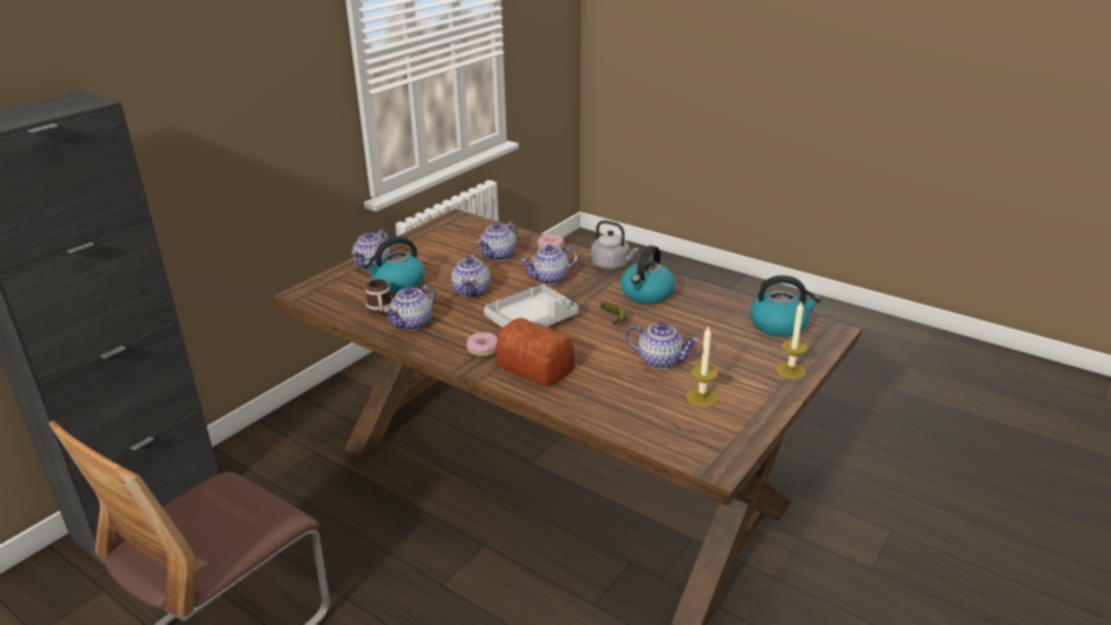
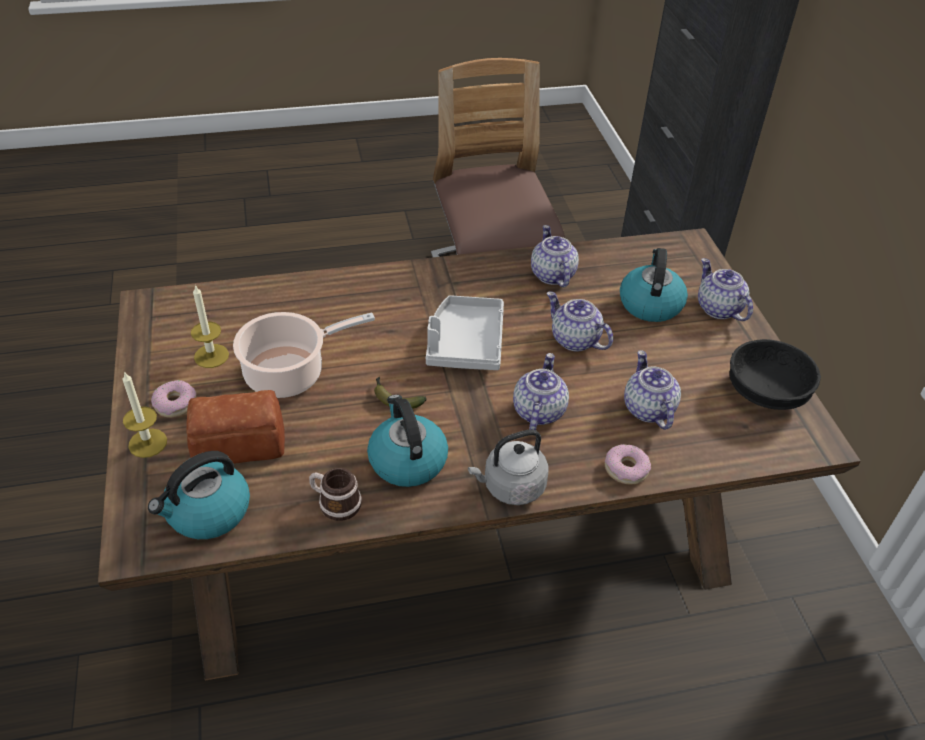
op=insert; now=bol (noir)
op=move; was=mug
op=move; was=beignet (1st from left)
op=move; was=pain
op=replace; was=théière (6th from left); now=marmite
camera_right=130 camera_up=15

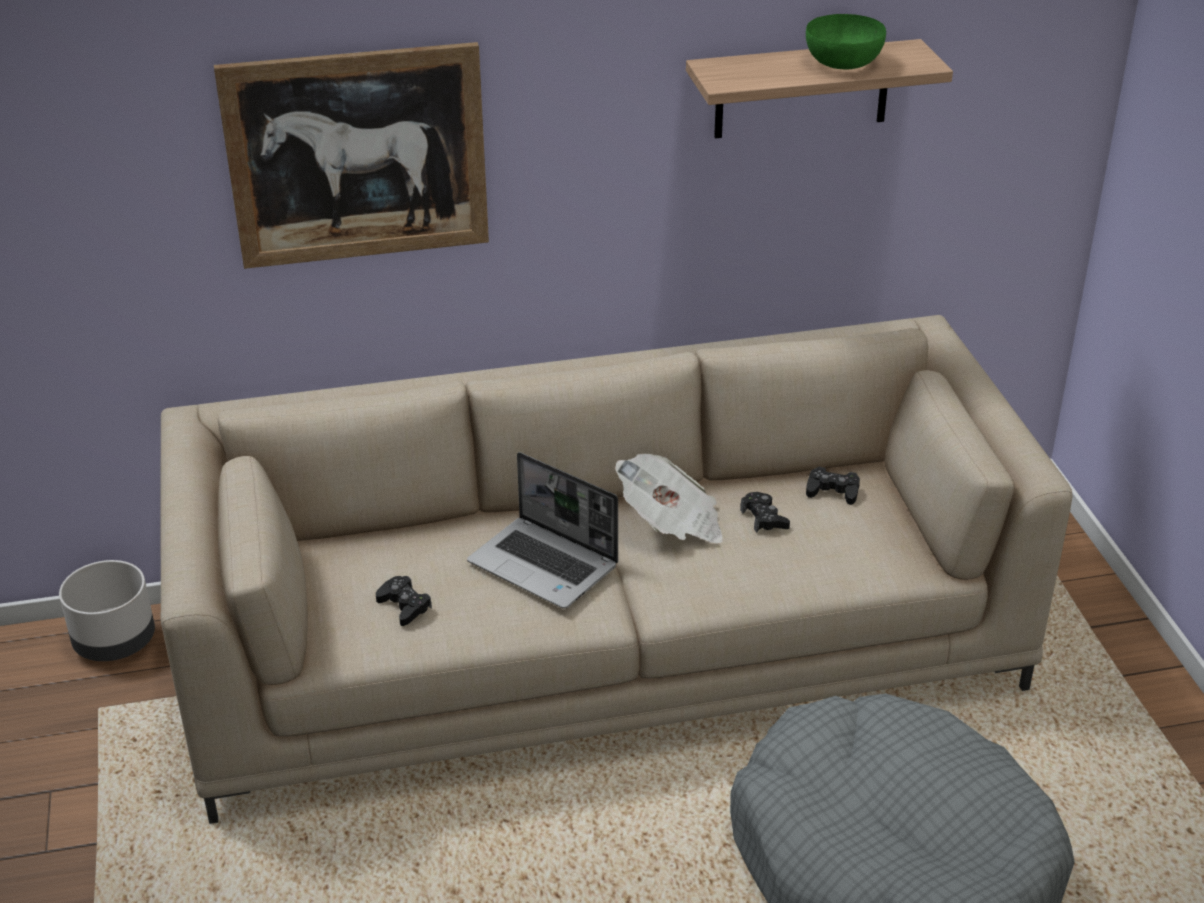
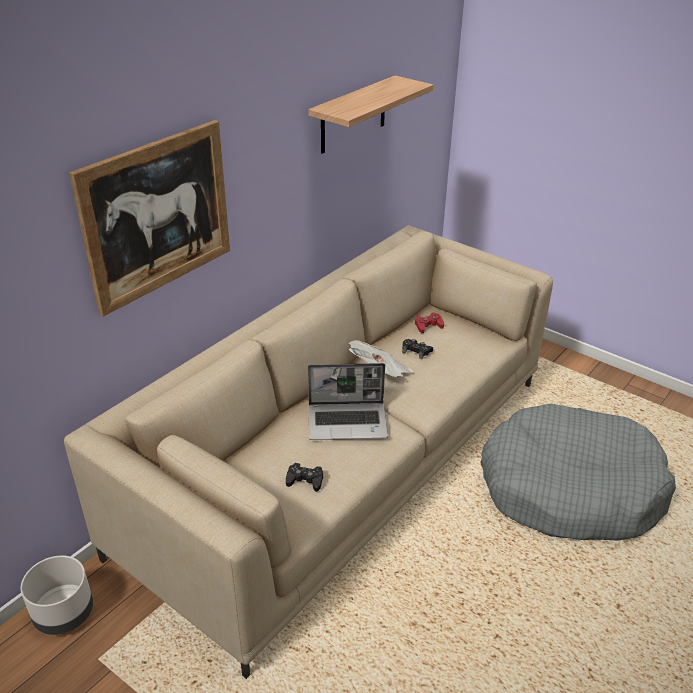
op=delete; was=bol (vert)
op=recolor; was=manette (noir) (3rd from left); now=manette (rouge)
camera_right=-40 camera_up=0

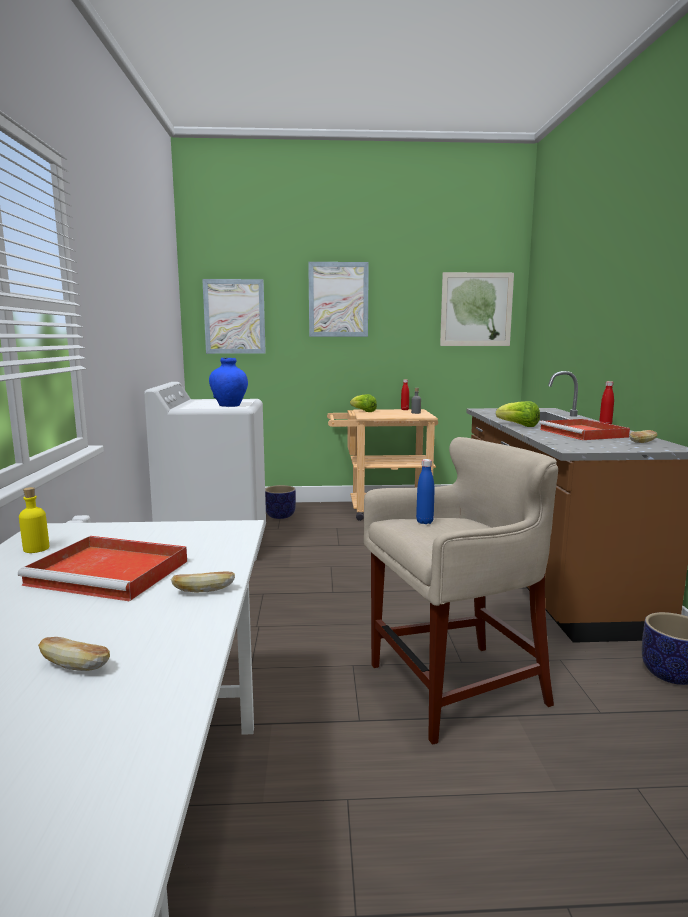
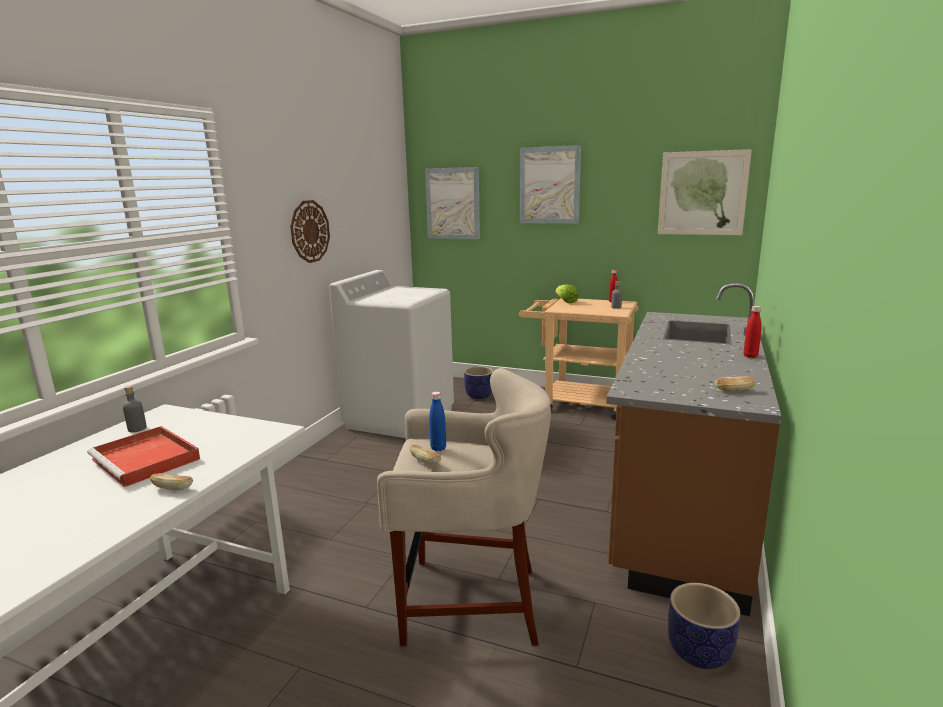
op=delete; was=vase (bleu)
op=delete; was=laitue (2nd from left)
op=delete; was=plateau (rouge) (2nd from left)
op=insert; now=horloge murale
op=move; was=pain (1st from left in the first image); now=pain (2nd from left)
op=recolor; was=bouteille (jaune); now=bouteille (gris) (1st from left)
camera_right=25 camera_up=5

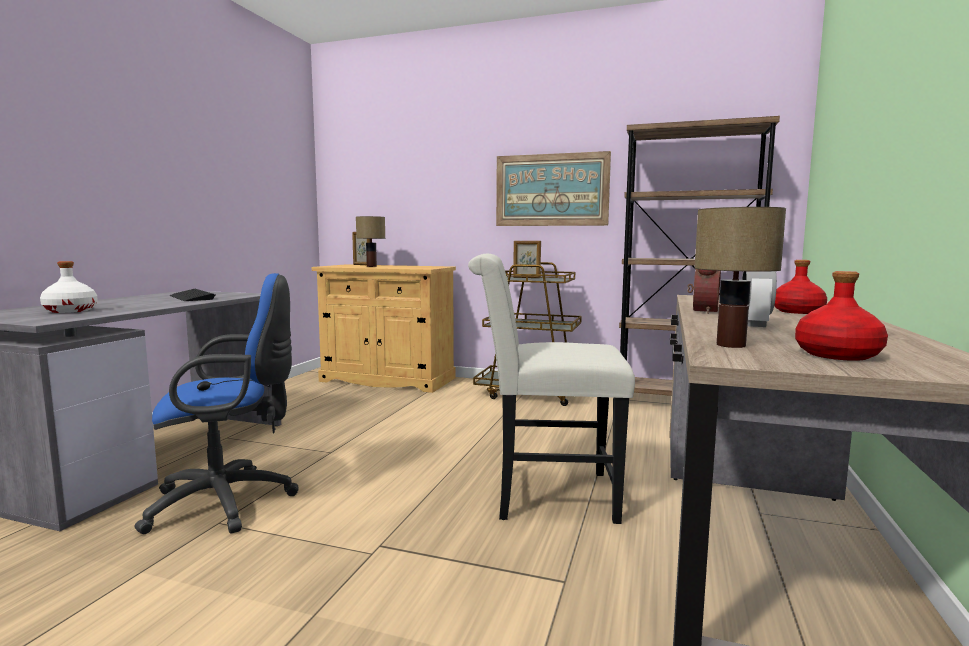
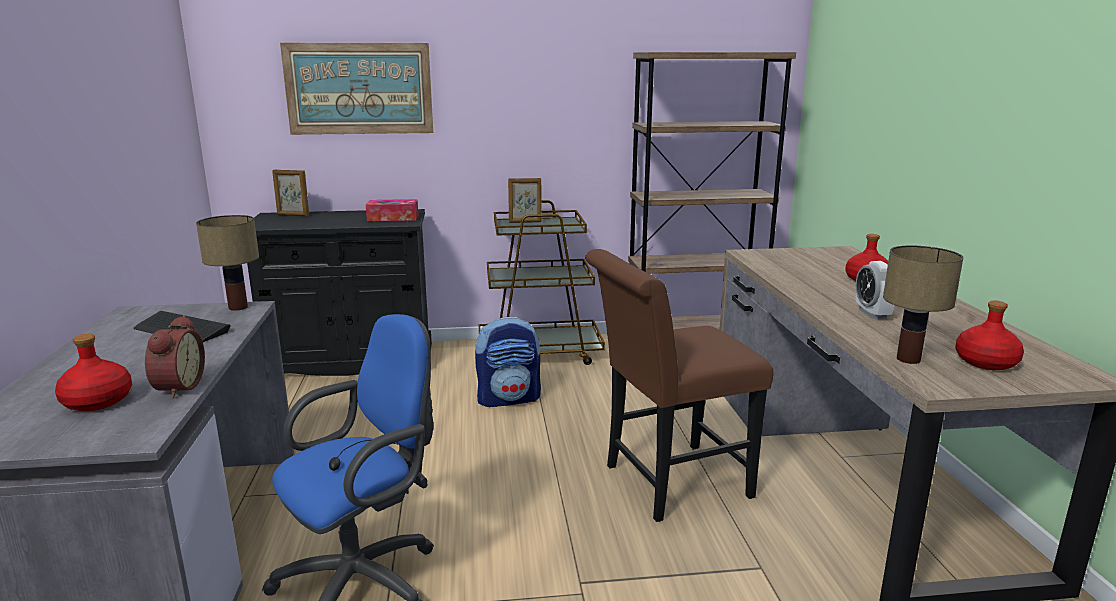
op=insert; now=boîte à mouchoirs
op=insert; now=sac à dos
op=move; was=lampe de table (1st from left)
op=move; was=tableau
op=move; was=réveil (1st from left)
op=recolor; was=bouteille (blanc); now=bouteille (rouge) (1st from left)
op=recolor; was=meuble de rangement (beige); now=meuble de rangement (noir)
op=recolor; was=chaise (blanc); now=chaise (marron)
camera_right=-25 camera_up=10

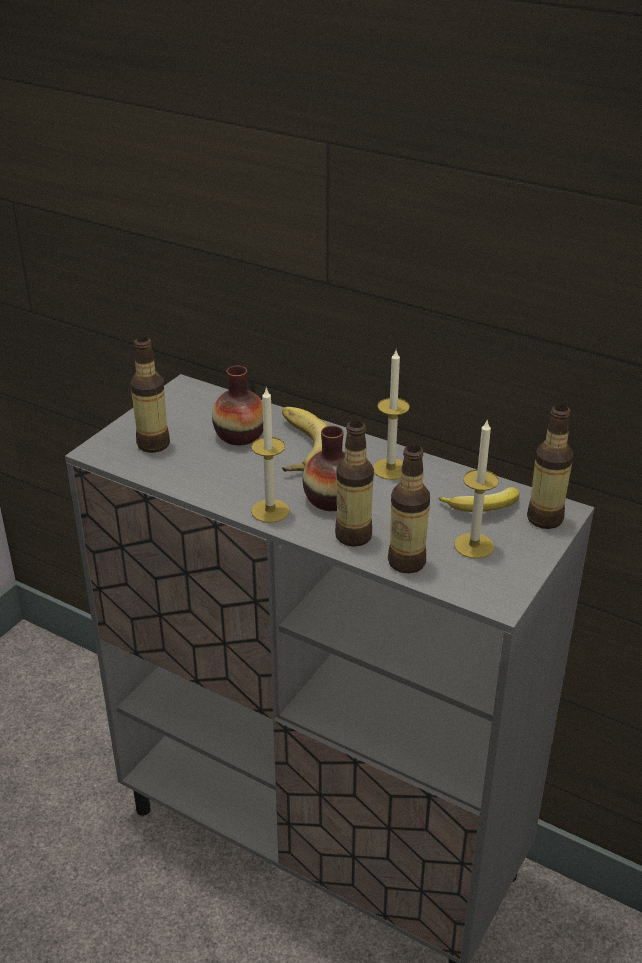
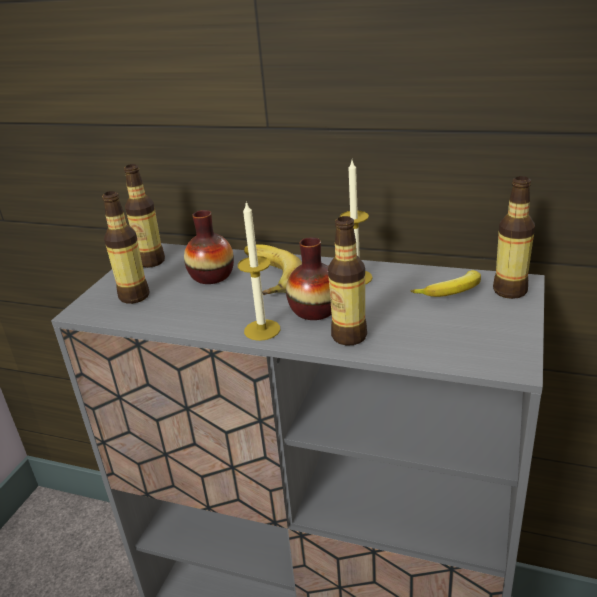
op=delete; was=bougie (3rd from left)
op=move; was=bouteille (3rd from left in the first image); now=bouteille (2nd from left)
camera_right=-10 camera_up=-5

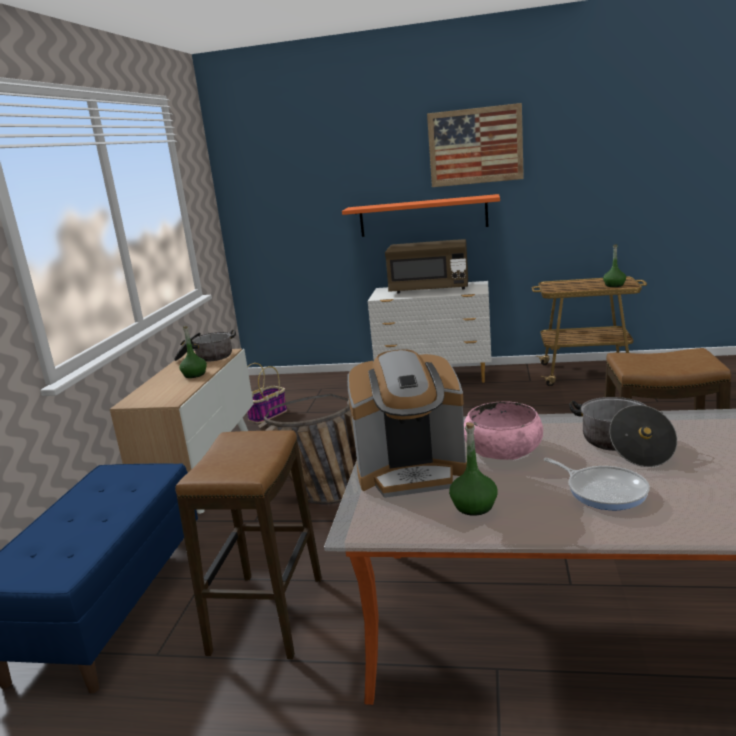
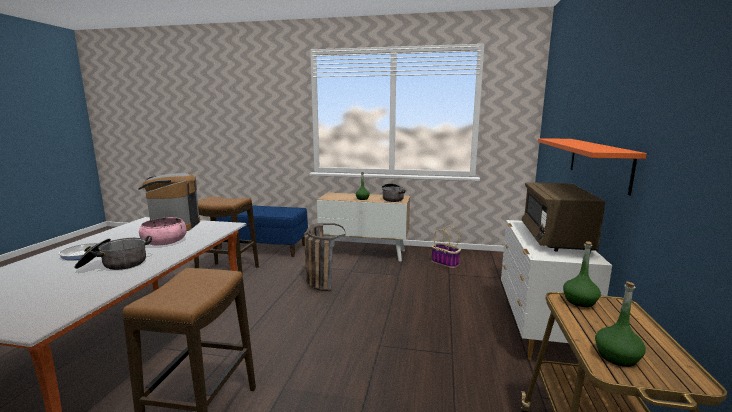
op=delete; was=tableau
op=move; was=bouteille (vert) (2nd from left)
camera_right=90 camera_up=-5

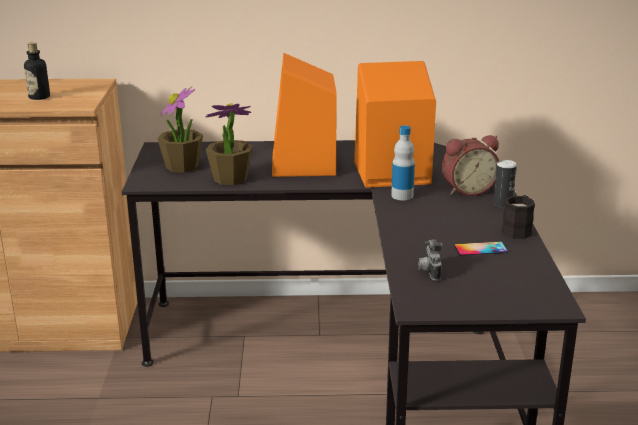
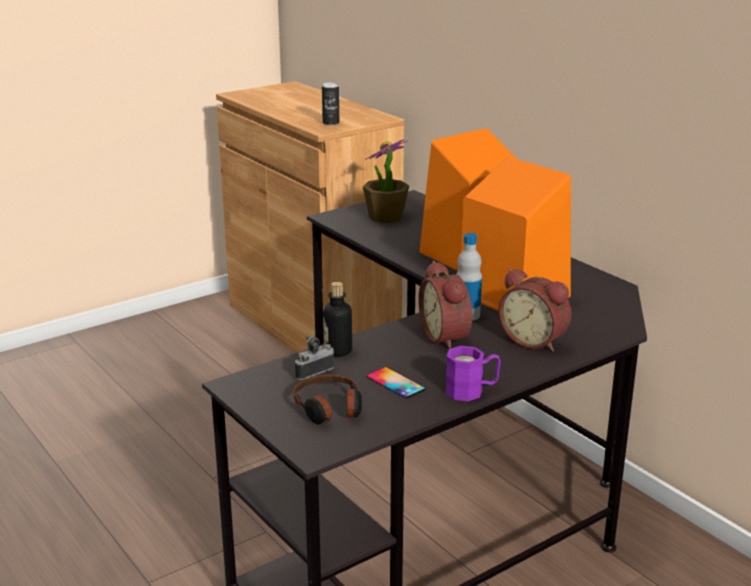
op=delete; was=plante en pot (2nd from left)
op=insert; now=casque audio
op=insert; now=réveil (1st from left)
op=move; was=bouteille (1st from left)
op=move; was=boîte métallique
op=recolor; was=mug (noir); now=mug (violet)
camera_right=55 camera_up=0

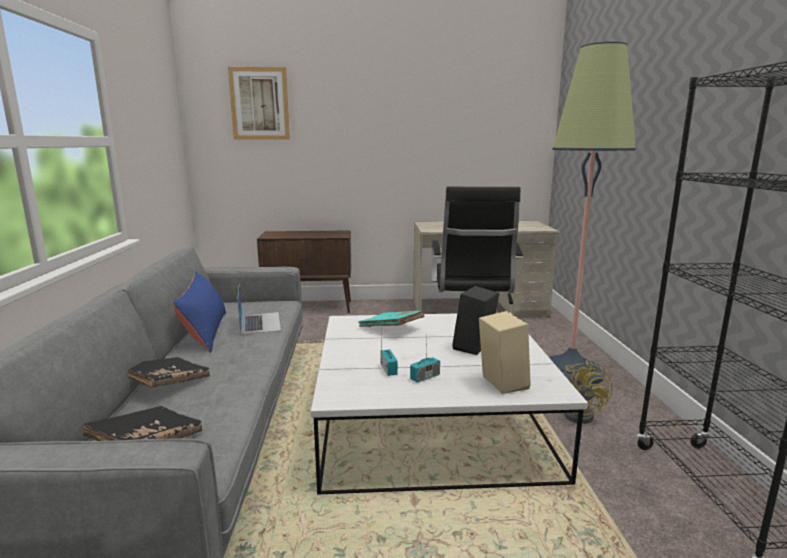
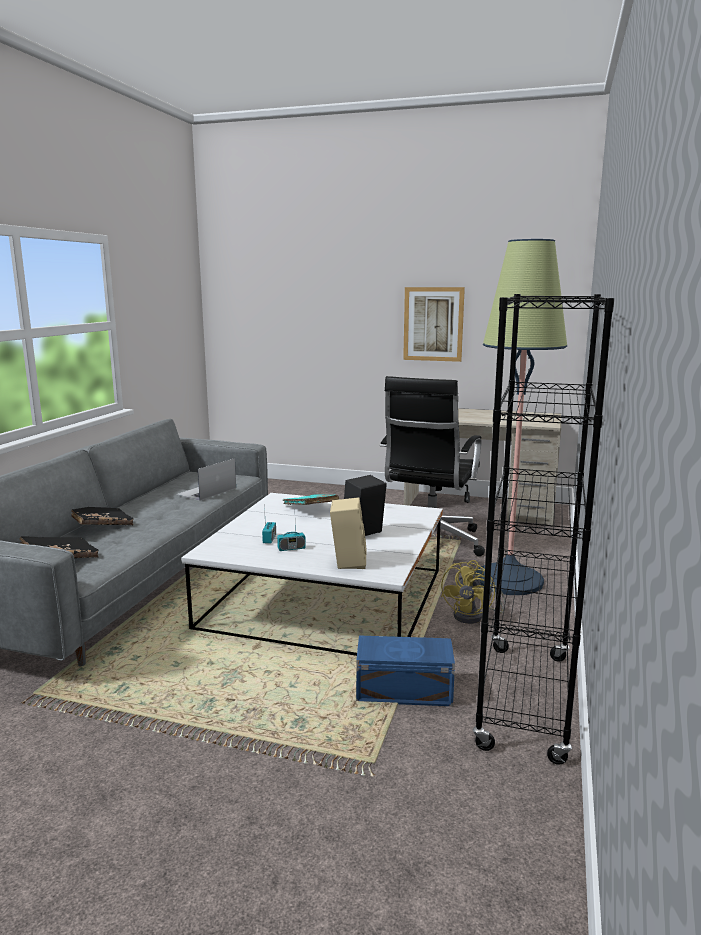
op=delete; was=coussin (bleu)
op=delete; was=meuble de rangement (marron)
op=insert; now=boîte de rangement (bleu)
op=move; was=tableau
op=rotate; was=ordinateur portable; clockwise=-150
camera_right=20 camera_up=0

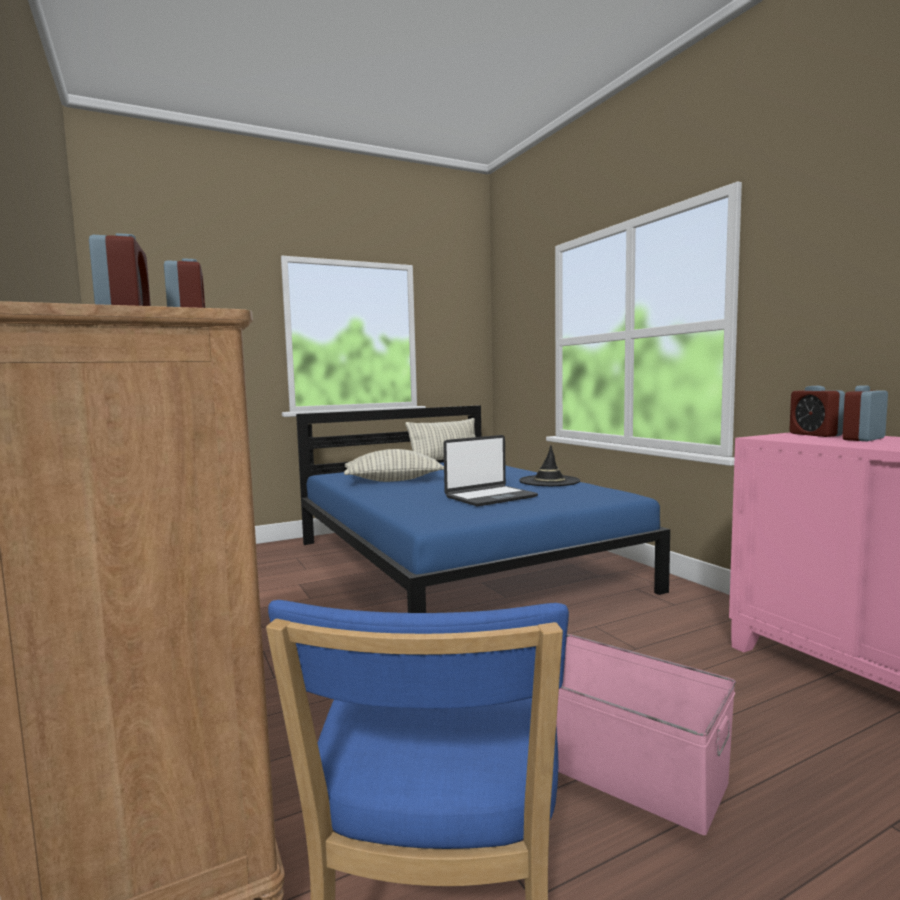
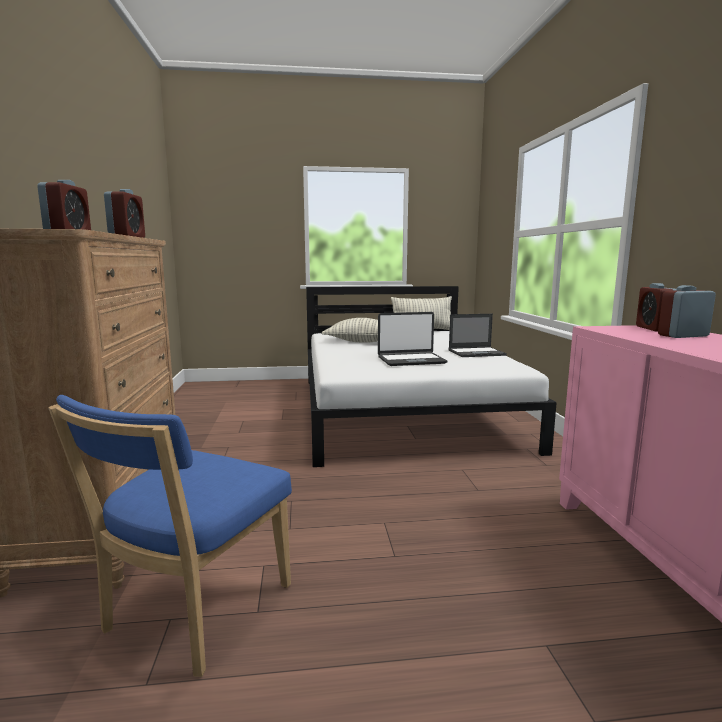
op=delete; was=boîte de rangement (rose)
op=replace; was=chapeau (noir); now=ordinateur portable (2nd from left)
op=recolor; was=lit (bleu); now=lit (blanc)
camera_right=20 camera_up=5

